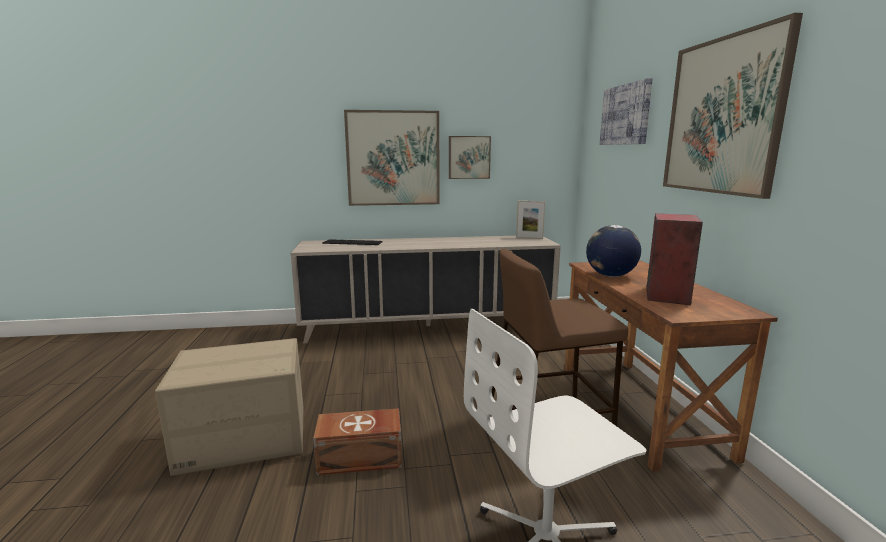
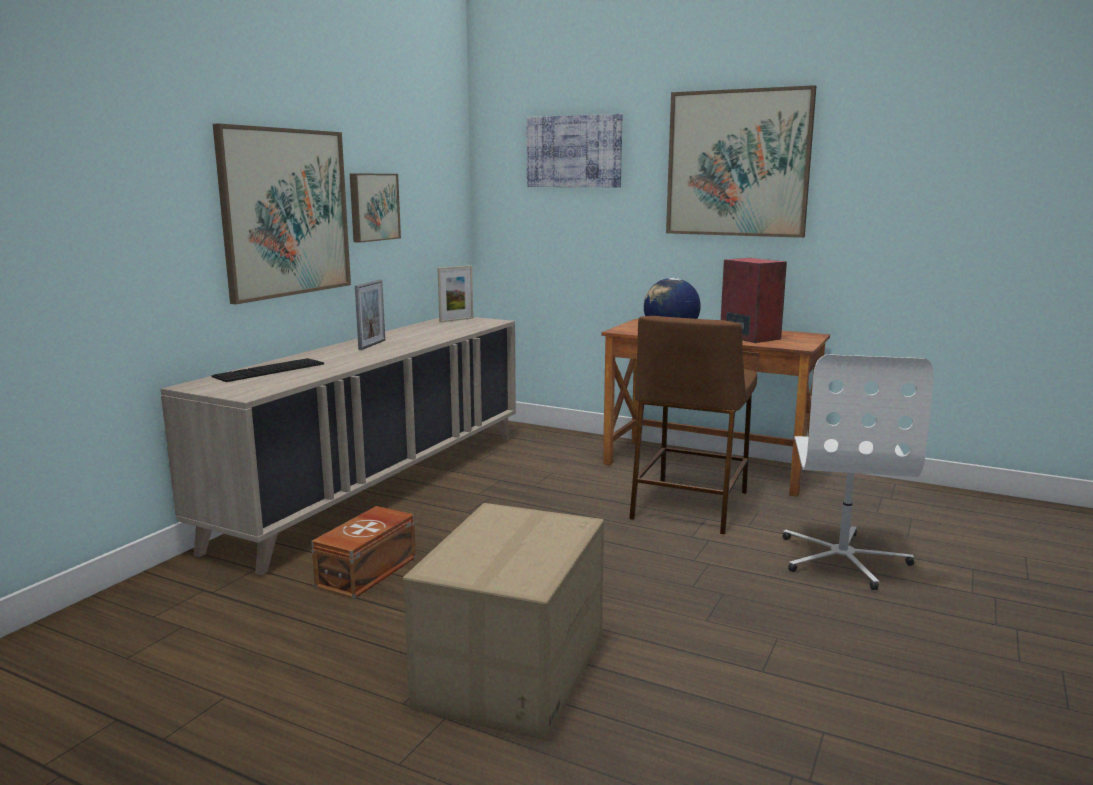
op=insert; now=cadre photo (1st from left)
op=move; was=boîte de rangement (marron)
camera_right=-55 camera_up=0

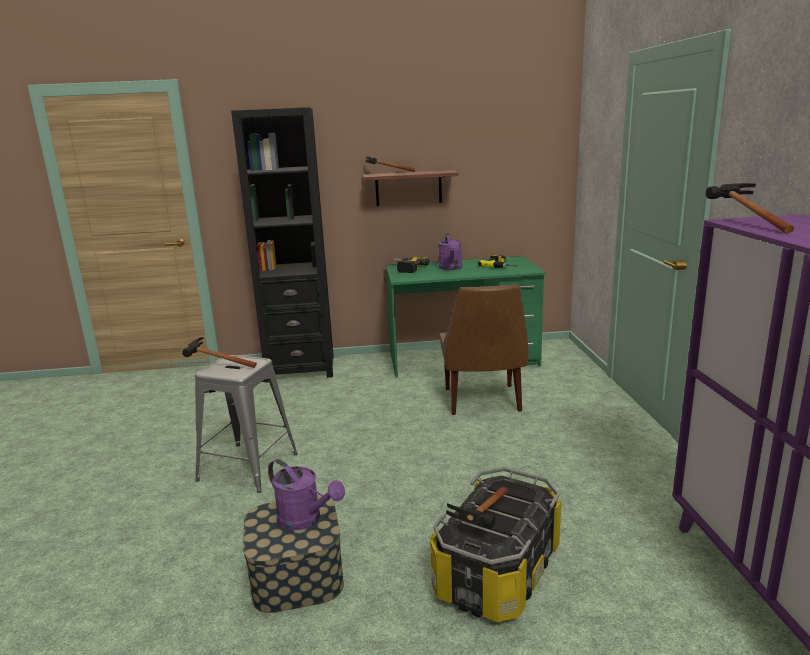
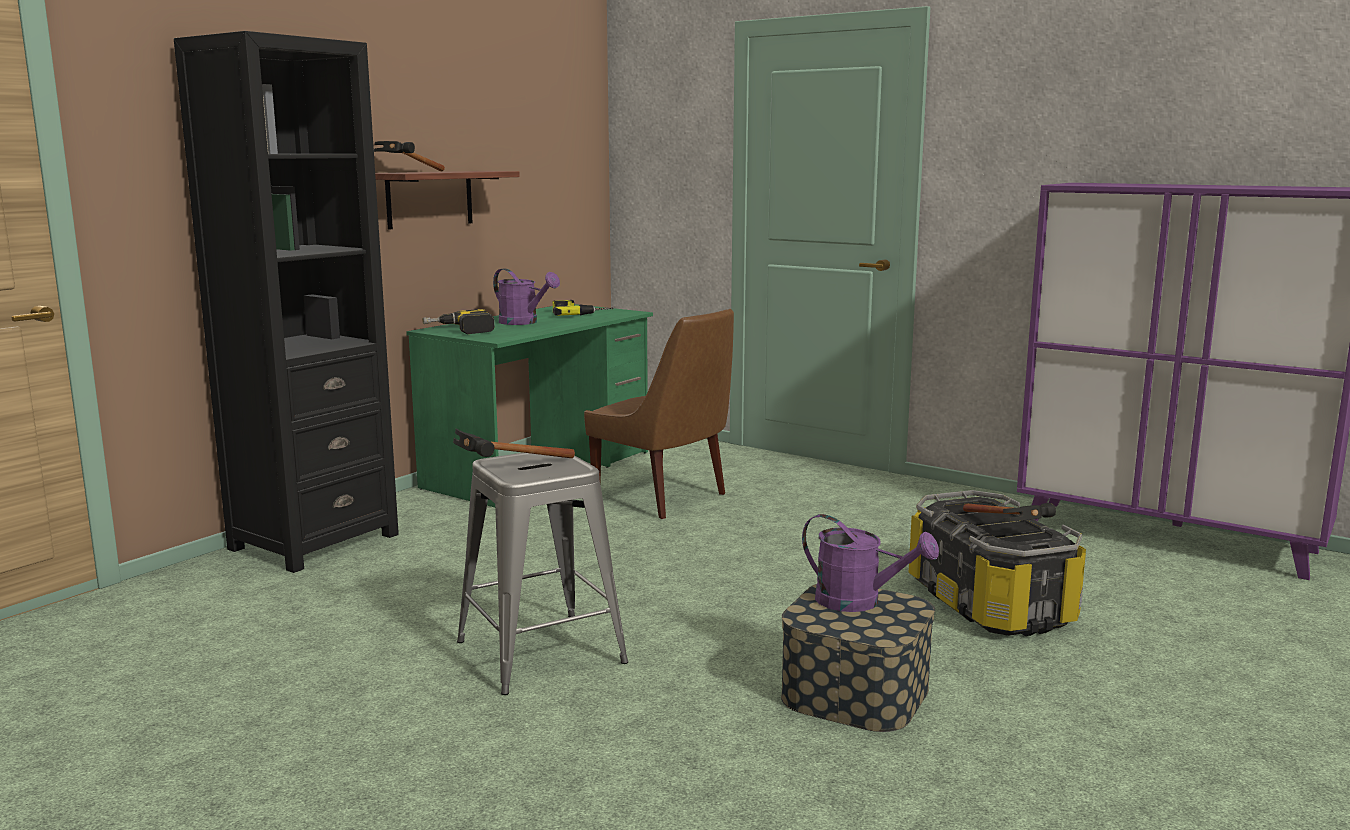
op=delete; was=marteau (4th from left)
op=rotate; was=arrosoir (violet) (1st from left in the first image); clockwise=45
camera_right=-50 camera_up=-5

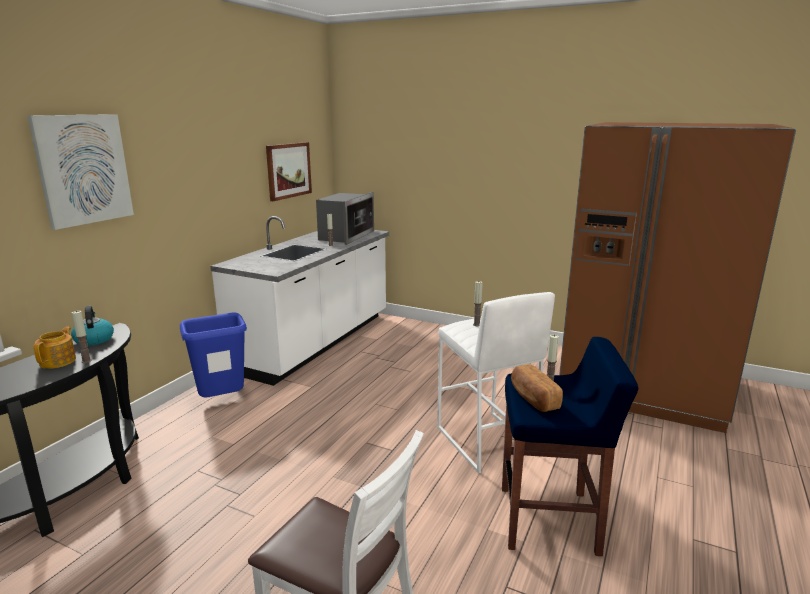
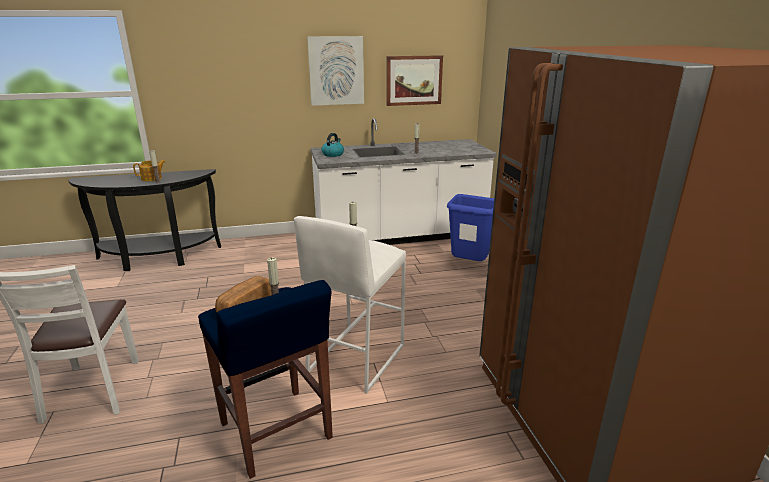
op=delete; was=micro-ondes
op=move; was=tableau (1st from left)
op=move; was=bouilloire
op=move; was=poubelle (bleu)
camera_right=50 camera_up=5

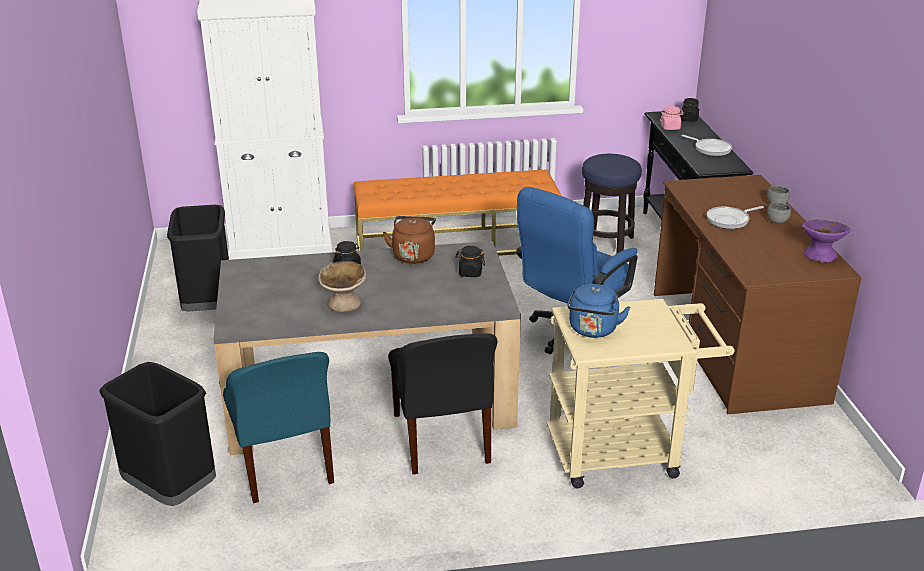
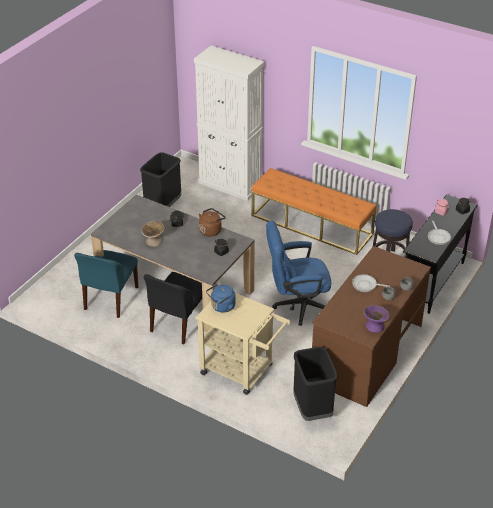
op=move; was=poubelle (noir) (1st from left in the first image); now=poubelle (noir) (2nd from left)
camera_right=40 camera_up=10

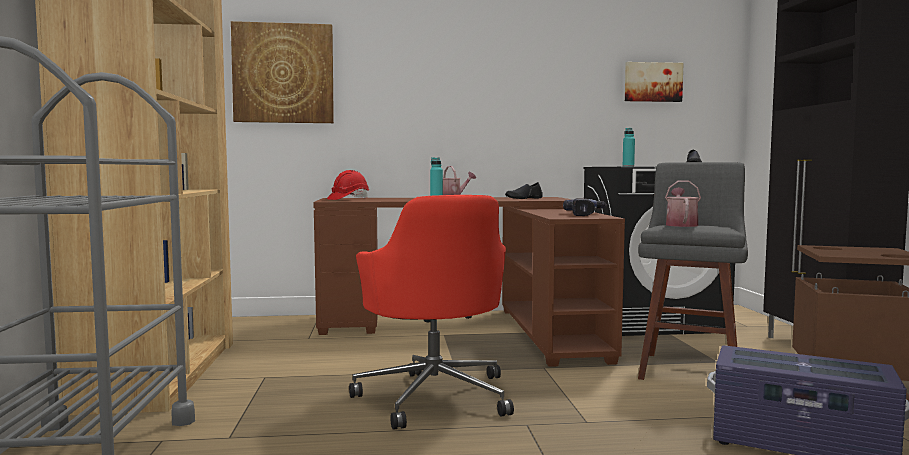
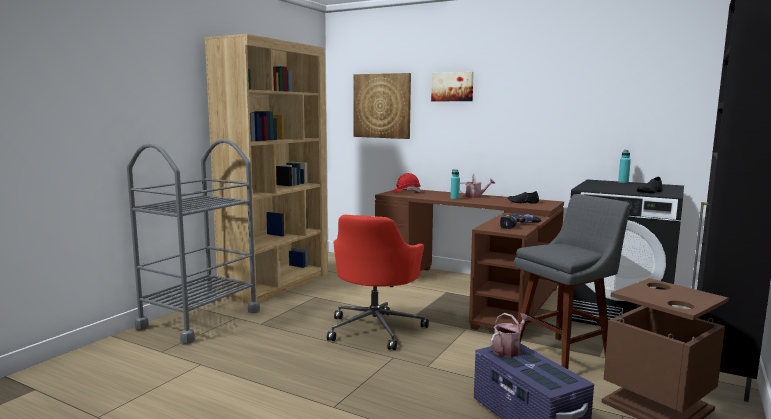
op=move; was=tableau (2nd from left)
op=move; was=arrosoir (2nd from left)
camera_right=35 camera_up=5

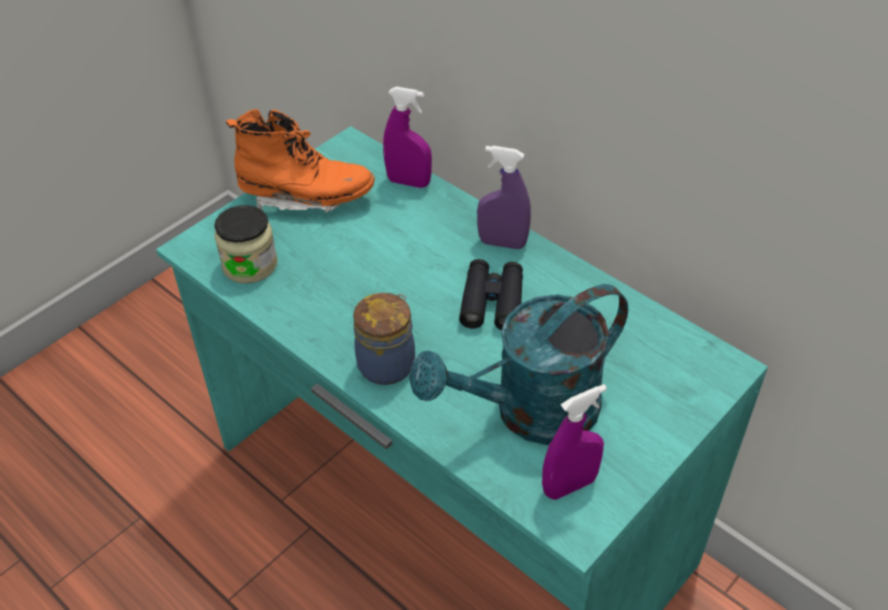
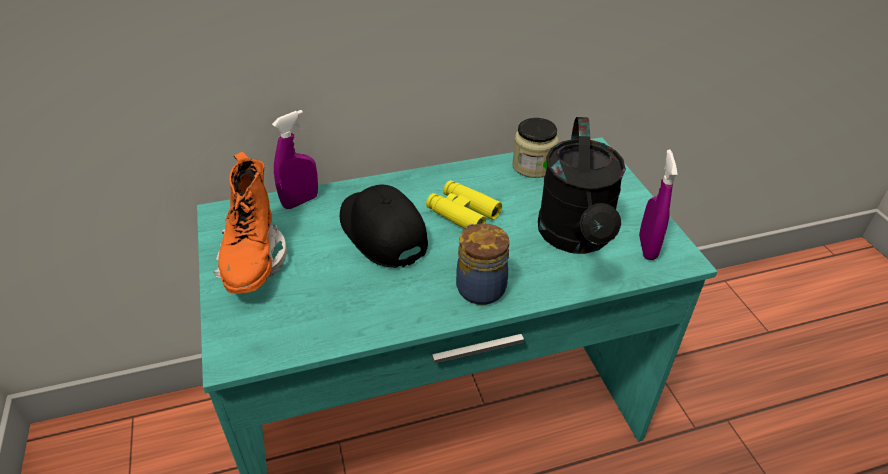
op=delete; was=vaporisateur (violet) (2nd from left)
op=insert; now=casquette (noir)
op=move; was=bocal (1st from left in the first image); now=bocal (2nd from left)
op=recolor; was=arrosoir (turquoise); now=arrosoir (noir)
op=recolor; was=jumelles (noir); now=jumelles (jaune)
op=rotate; was=botte (orange); clockwise=135
camera_right=-60 camera_up=-5

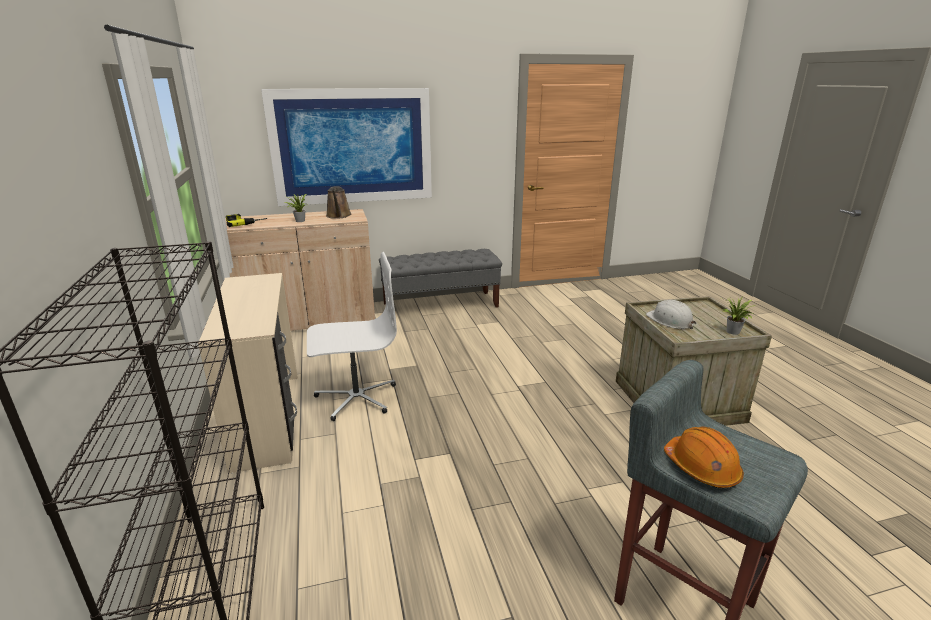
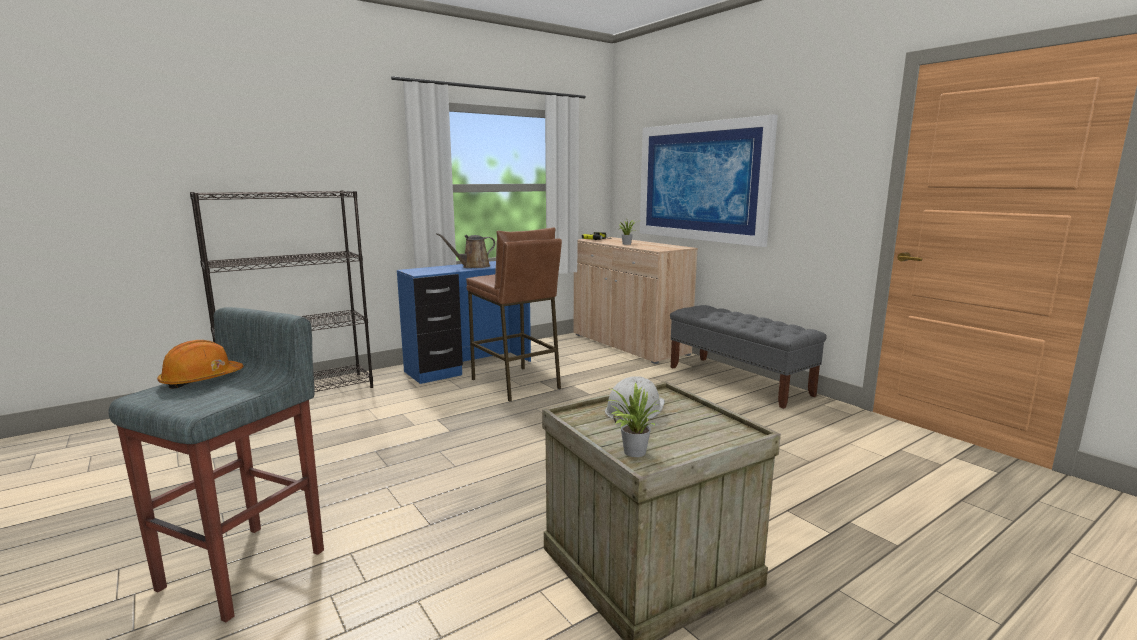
op=move; was=arrosoir (marron)
op=replace; was=chaise de bureau (blanc); now=tabouret (marron)
op=recolor; was=bureau (beige); now=bureau (bleu)
camera_right=70 camera_up=-10

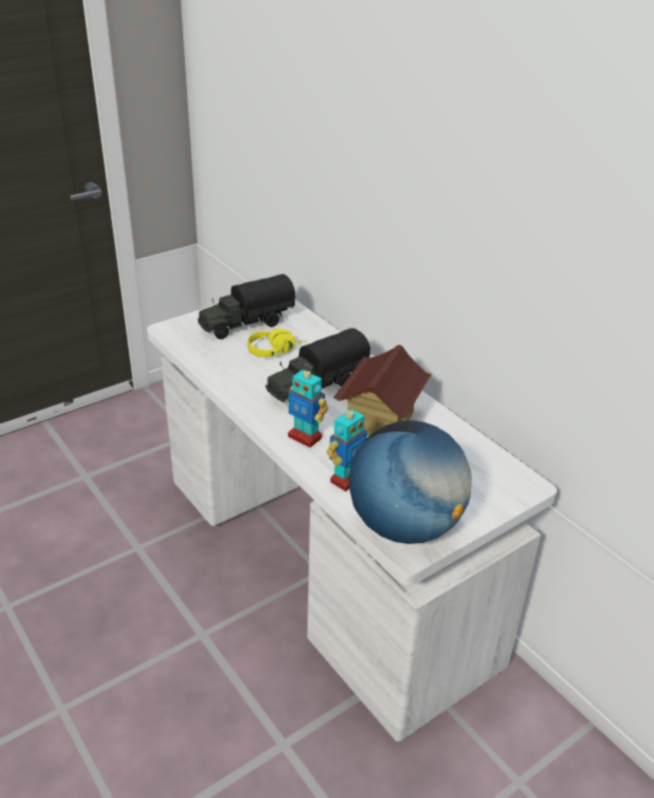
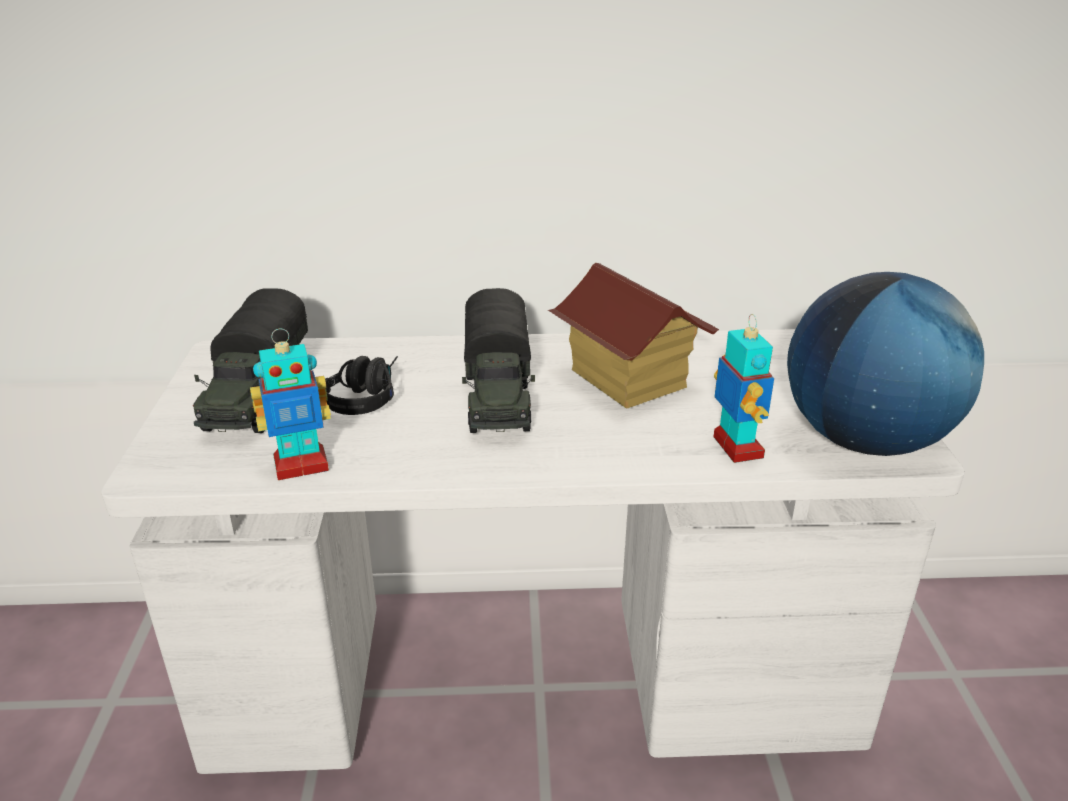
op=move; was=robot jouet (1st from left)
op=recolor; was=casque audio (jaune); now=casque audio (noir)
camera_right=-55 camera_up=-5

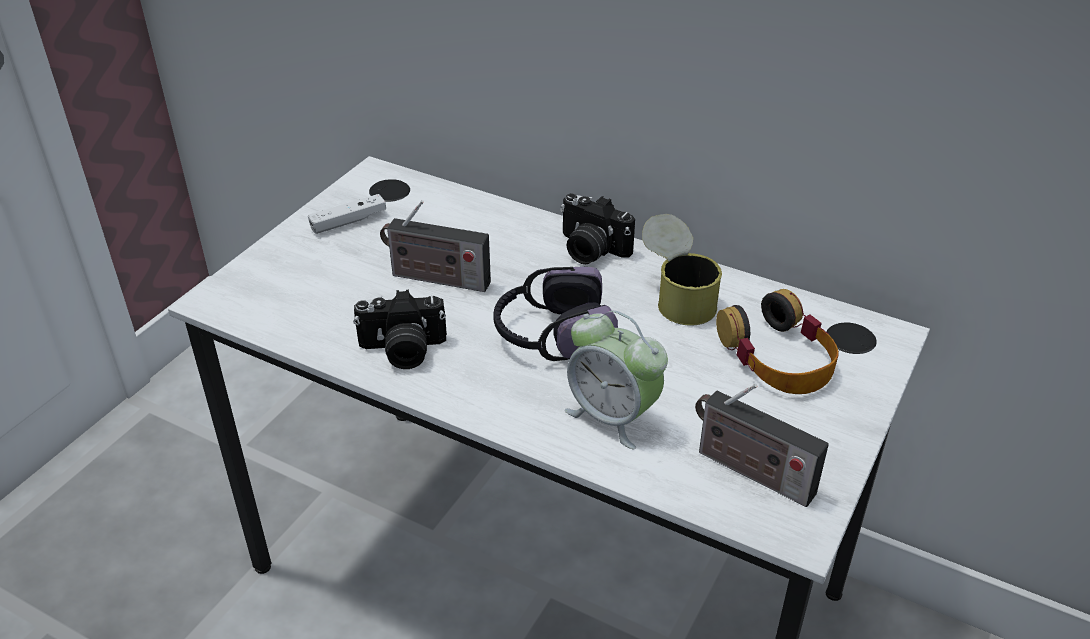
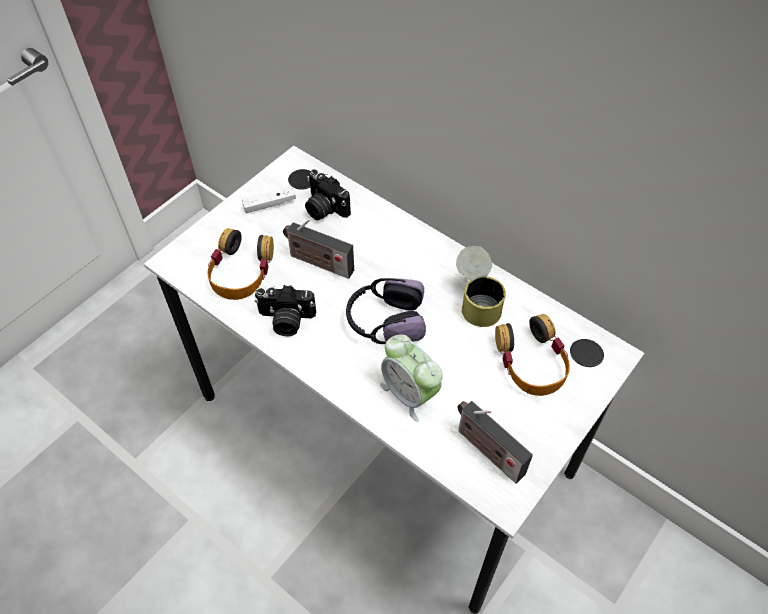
op=insert; now=casque audio (1st from left)
op=move; was=appareil photo (2nd from left)
camera_right=10 camera_up=15

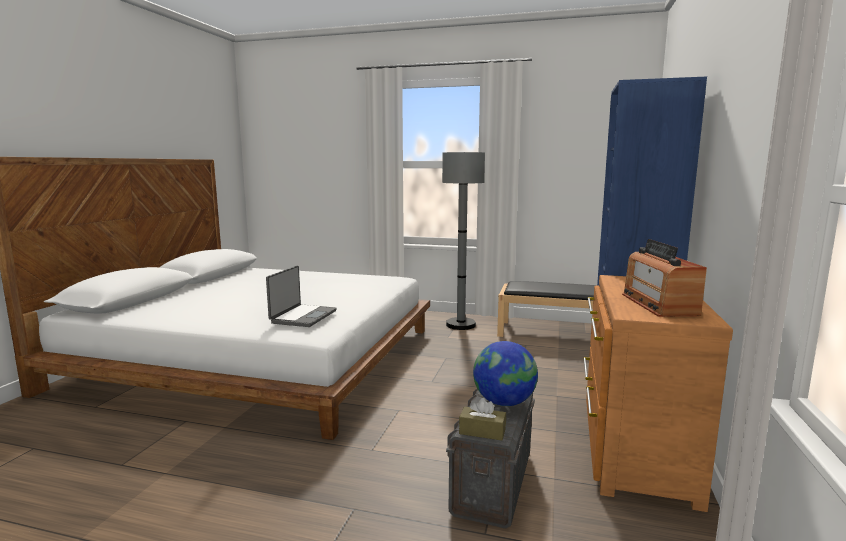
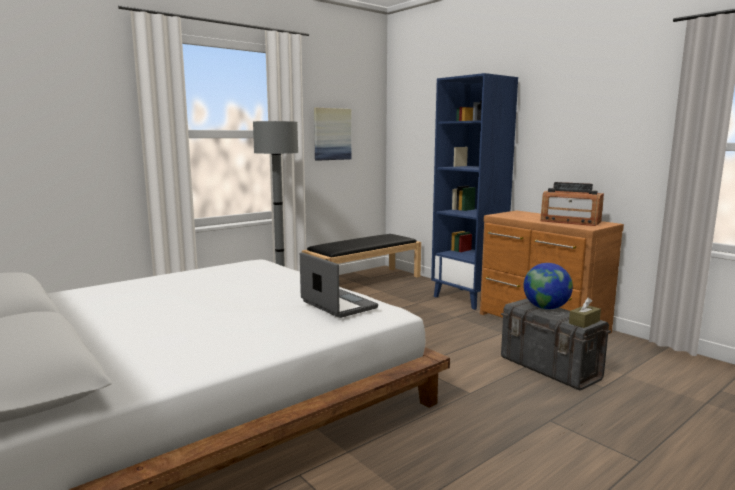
op=insert; now=tableau
camera_right=-55 camera_up=0

